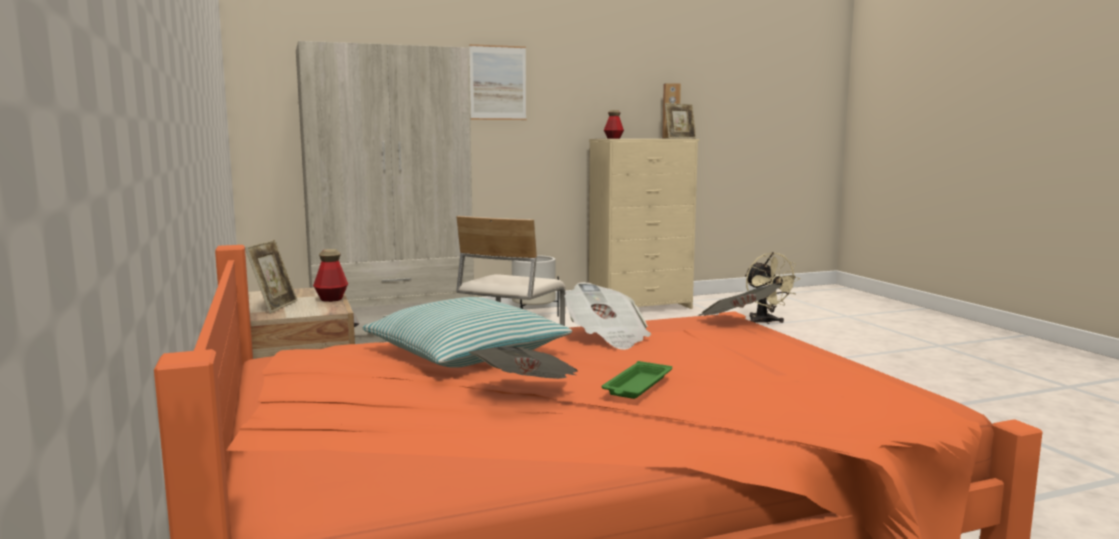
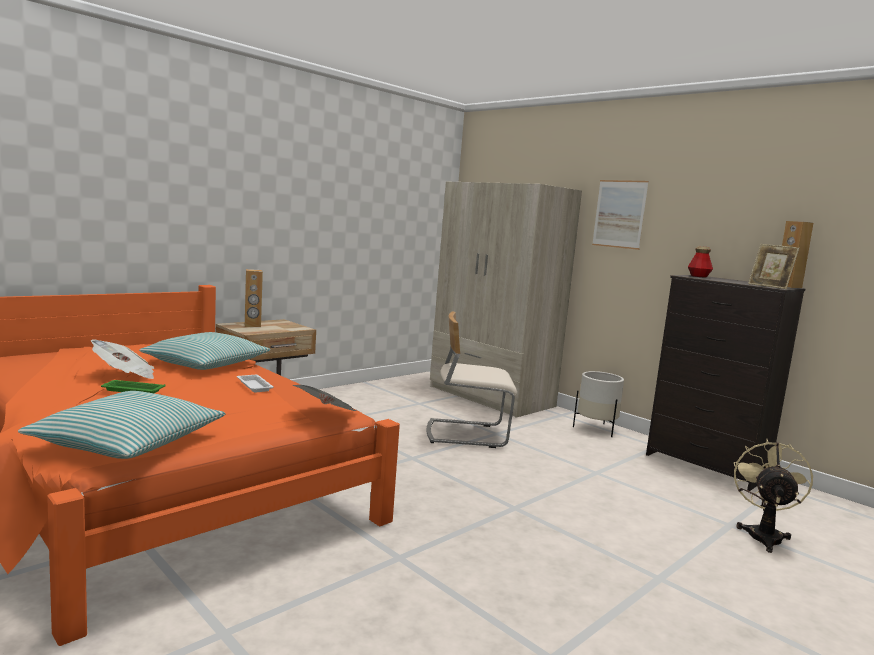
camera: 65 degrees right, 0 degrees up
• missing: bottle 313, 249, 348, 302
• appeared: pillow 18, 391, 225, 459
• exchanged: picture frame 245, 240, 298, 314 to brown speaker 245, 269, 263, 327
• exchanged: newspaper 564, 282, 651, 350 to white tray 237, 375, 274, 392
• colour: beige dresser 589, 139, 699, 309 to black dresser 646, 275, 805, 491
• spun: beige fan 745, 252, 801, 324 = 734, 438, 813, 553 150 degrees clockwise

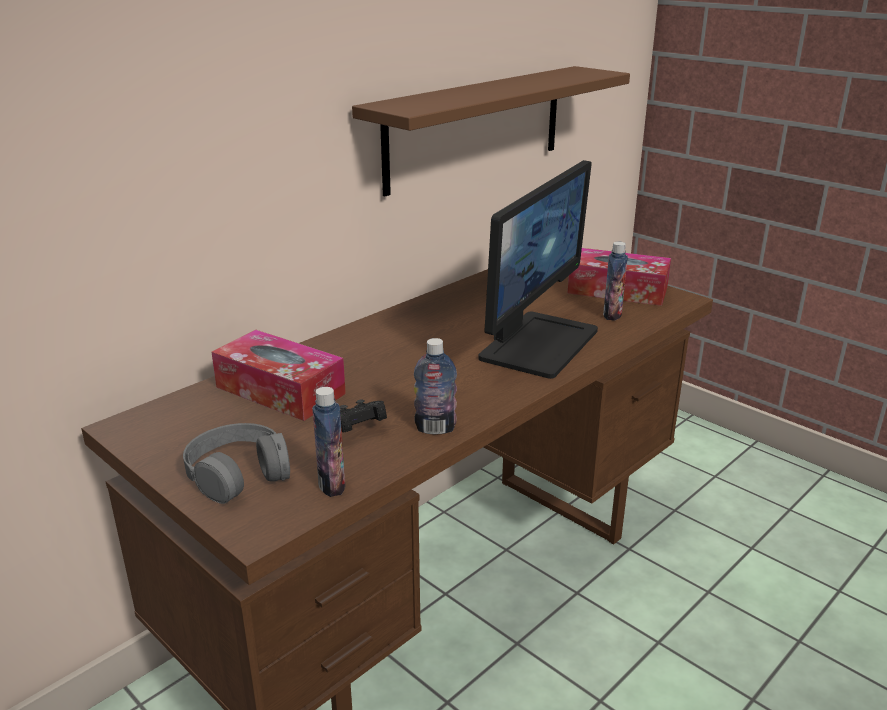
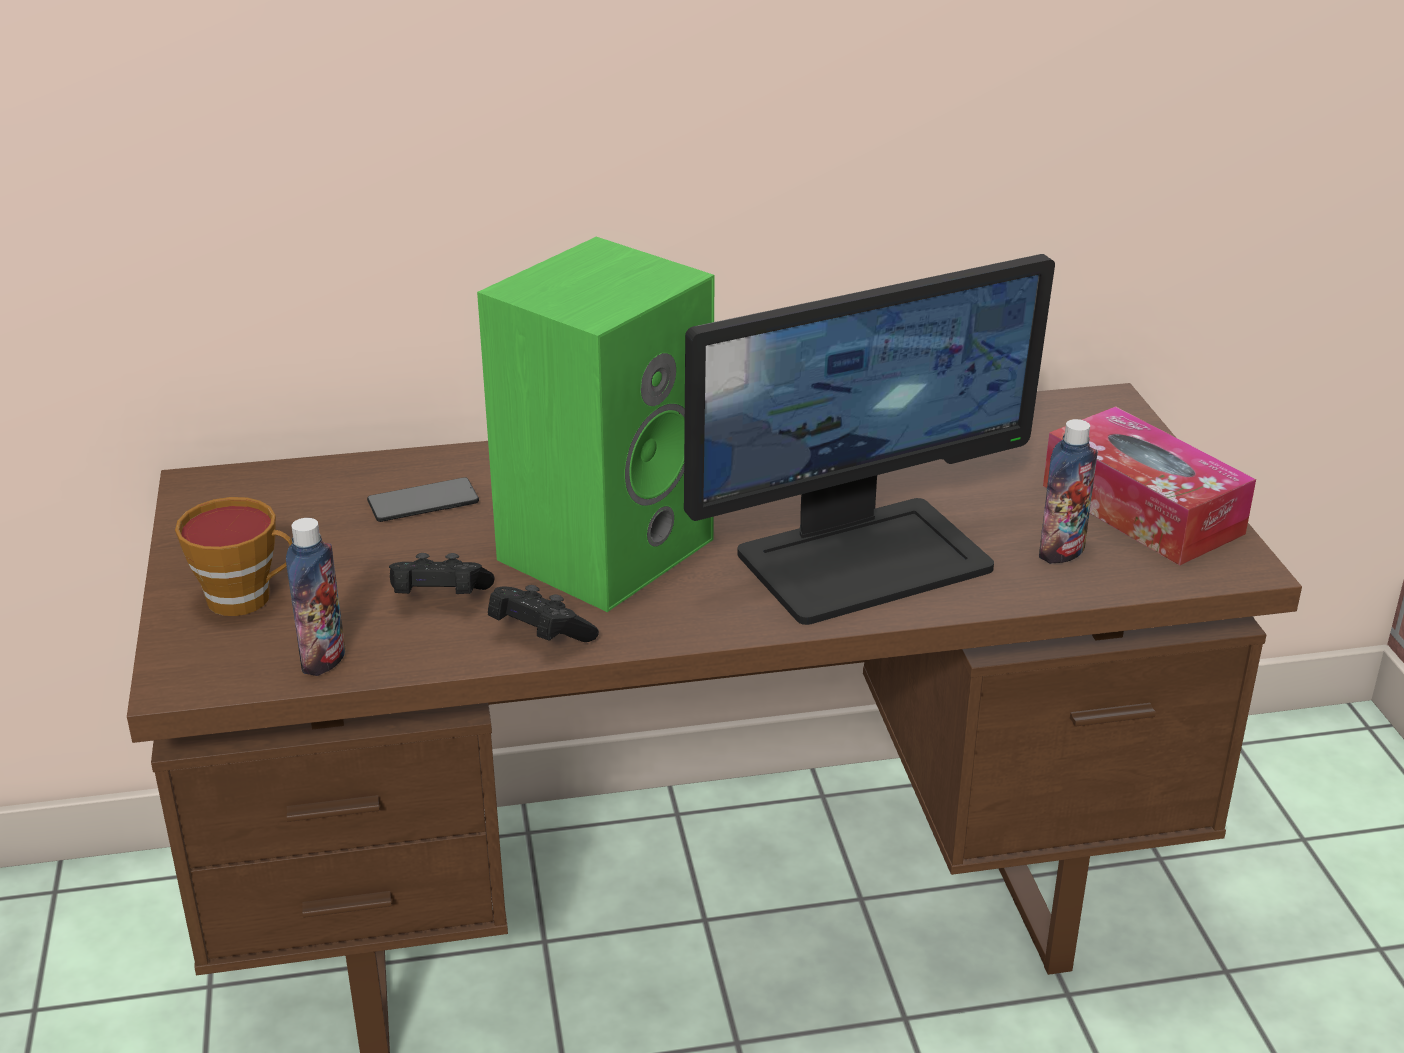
camera: 35 degrees right, 5 degrees up
• missing: brown shelf 352, 66, 630, 196
• appeared: green speaker 477, 237, 714, 612
• exchanged: grey headphones 183, 423, 290, 504 to cup 175, 497, 292, 616
• exchanged: tissue box 212, 330, 346, 421 to phone 367, 477, 479, 522
• exchanged: bottle 414, 338, 457, 435 to black game controller 488, 585, 599, 642

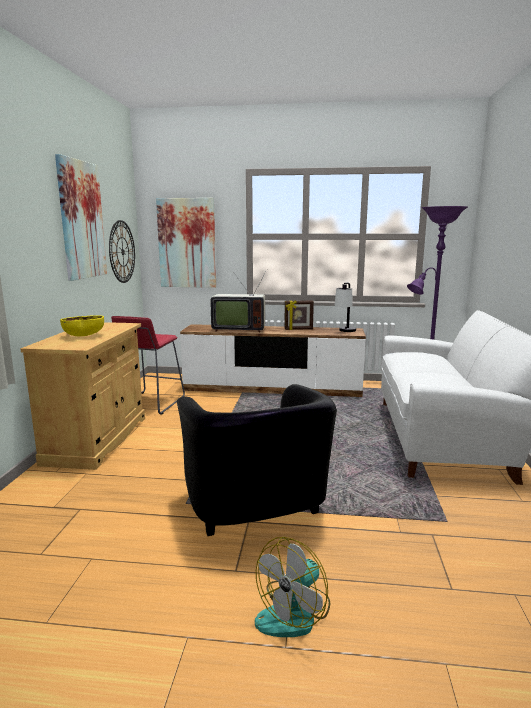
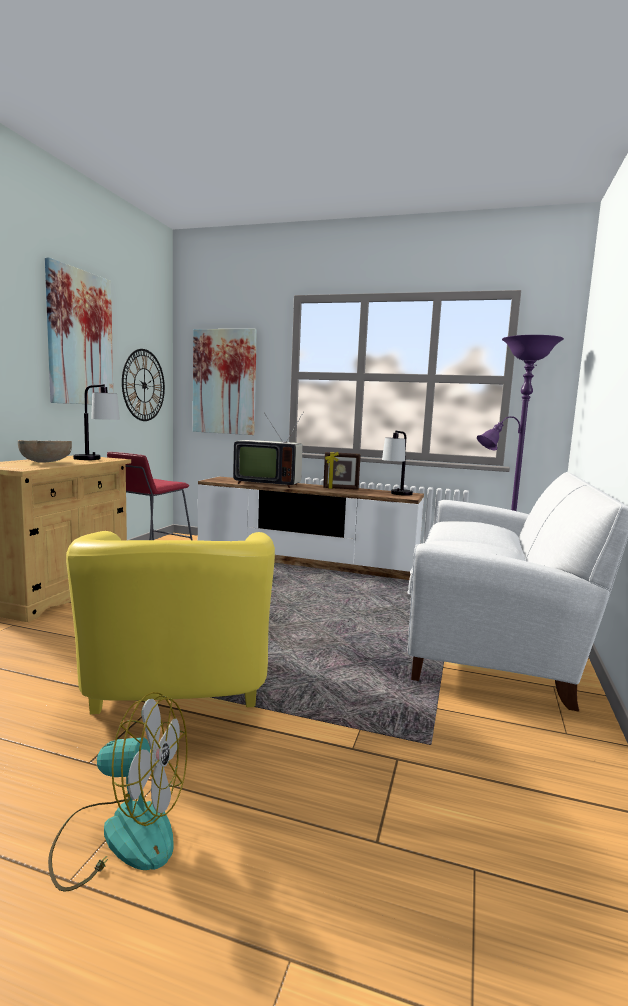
camera: 10 degrees right, 5 degrees down
• appeared: table lamp 73, 384, 120, 460
• colour: yellow bowl 60, 315, 104, 336 to brown bowl 18, 440, 72, 463
• colour: black armchair 177, 384, 337, 536 to yellow armchair 66, 531, 275, 714
• spun: fan 255, 537, 330, 637 = 48, 692, 188, 892 135 degrees counterclockwise

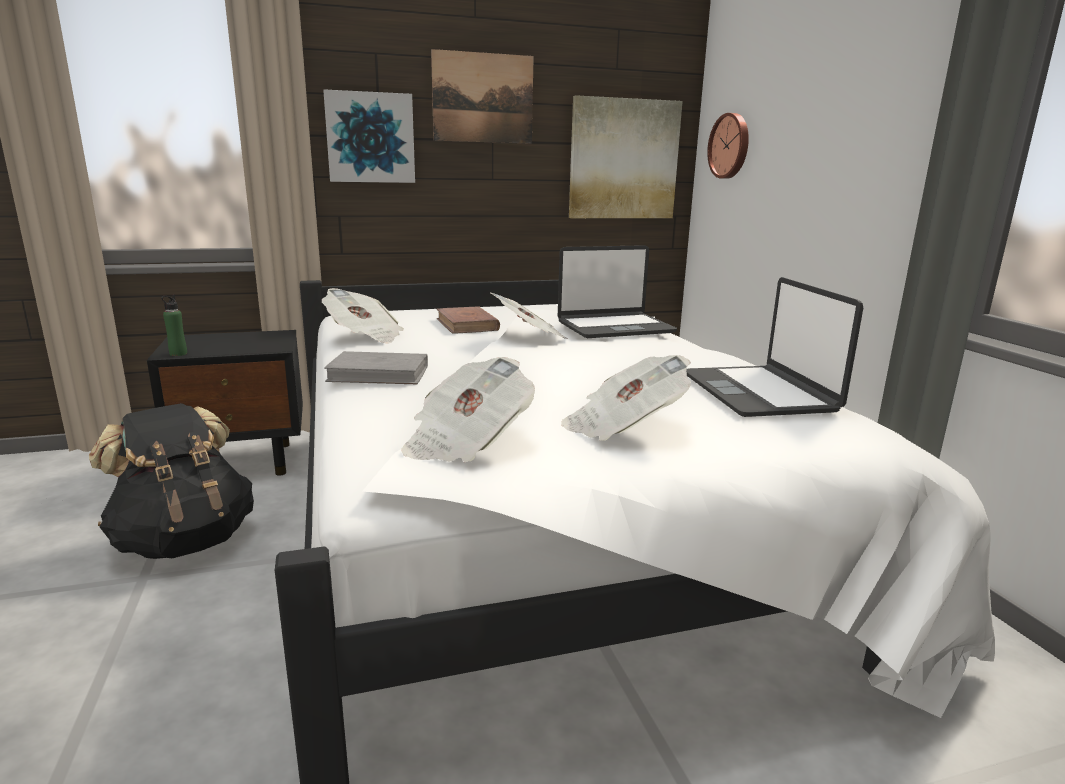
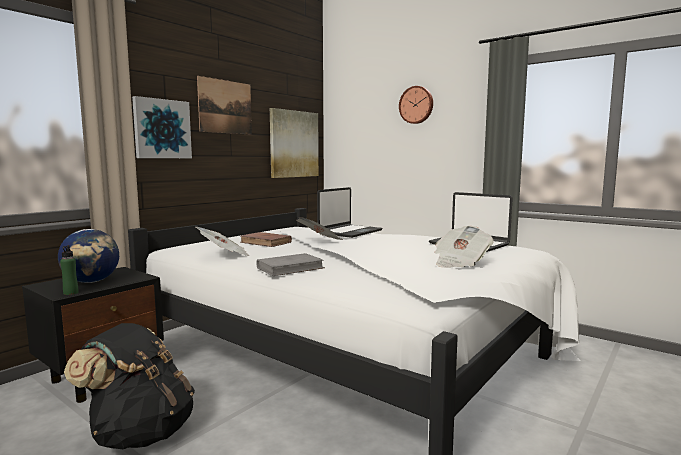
camera: 35 degrees left, 10 degrees down
• missing: newspaper 401, 357, 535, 462
• appeared: globe 58, 229, 119, 283
• relocated: wall clock 707, 113, 749, 179 to 399, 86, 433, 124

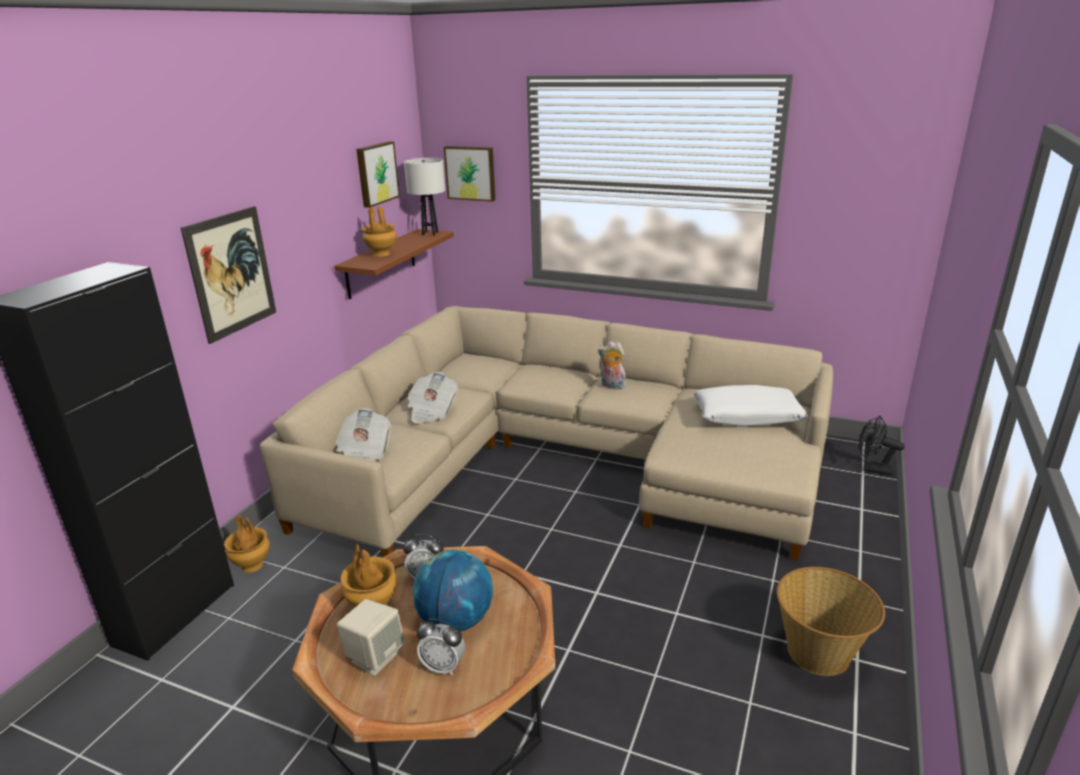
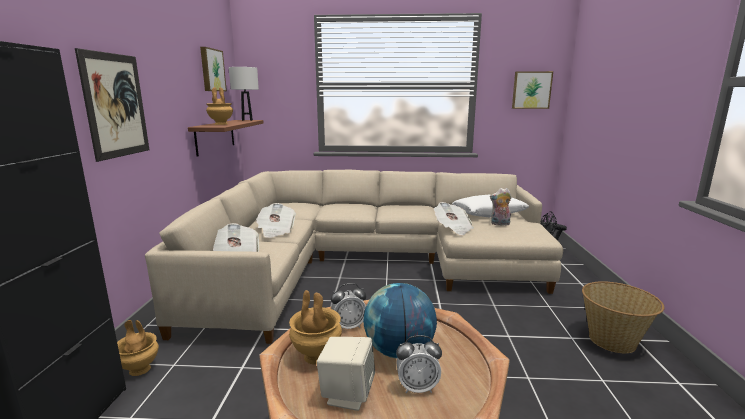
camera: 20 degrees left, 10 degrees down
• appeared: newspaper 434, 202, 474, 235
• relocated: picture 444, 146, 495, 202 to 512, 71, 553, 109
• relocated: plush toy 598, 342, 626, 390 to 490, 188, 511, 226

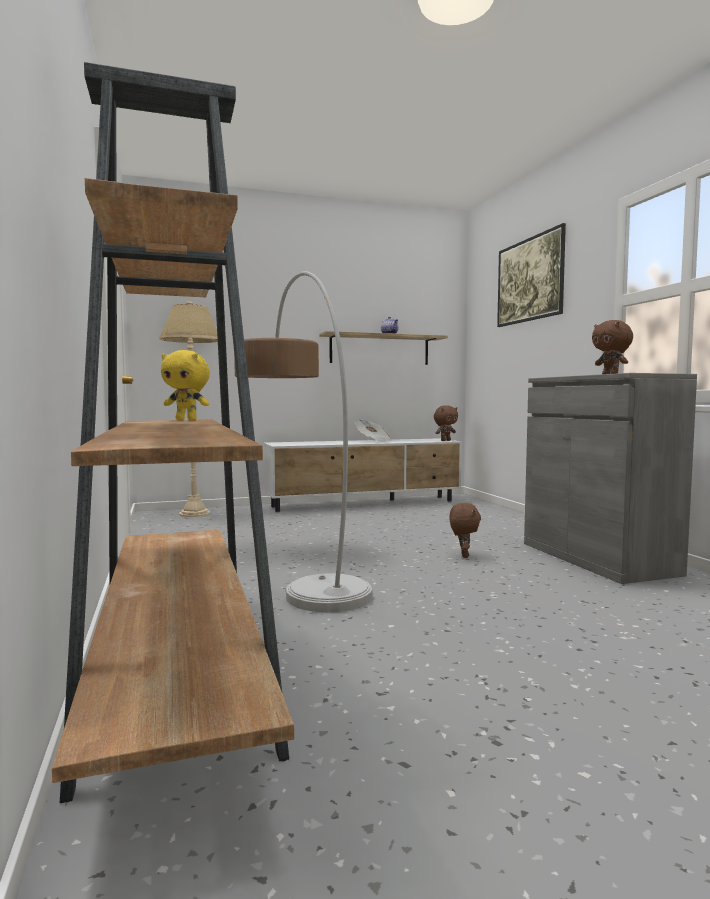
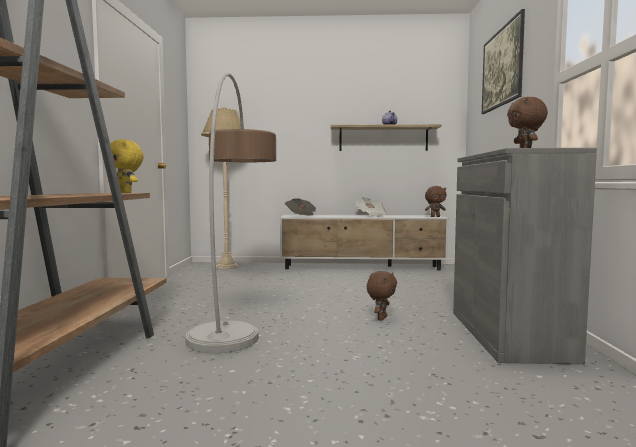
camera: 20 degrees right, 0 degrees up
• appeared: newspaper 285, 198, 316, 216

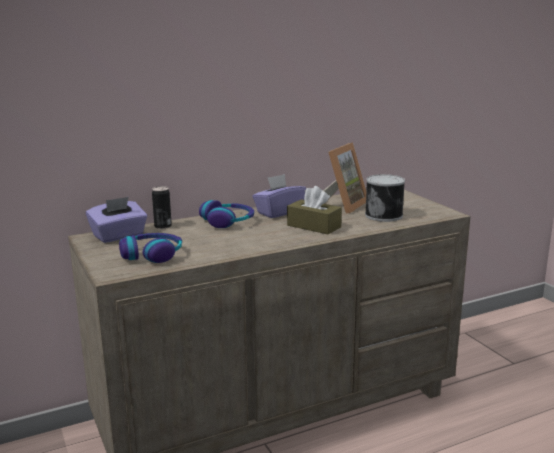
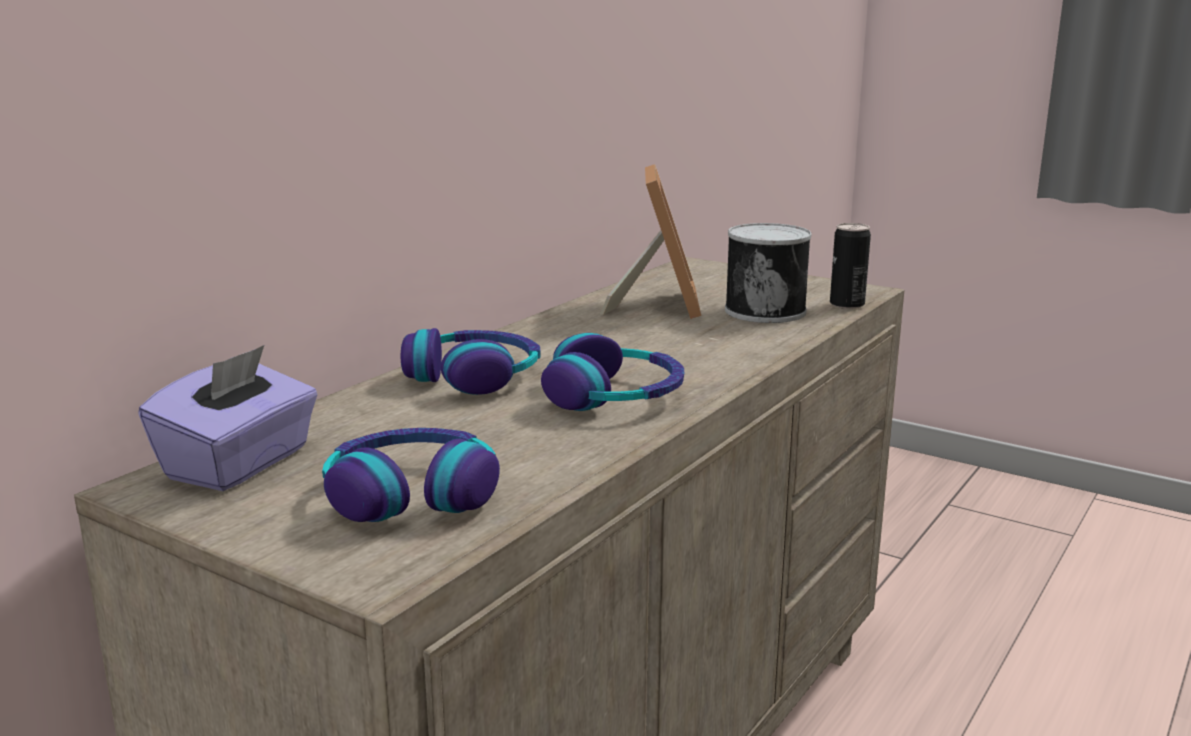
camera: 30 degrees left, 0 degrees up
• missing: purple tissue box 252, 174, 306, 218
• missing: brown tissue box 287, 186, 342, 234
• appeared: headphones 541, 333, 684, 411
• relocated: can 152, 186, 172, 229 to 830, 223, 871, 309

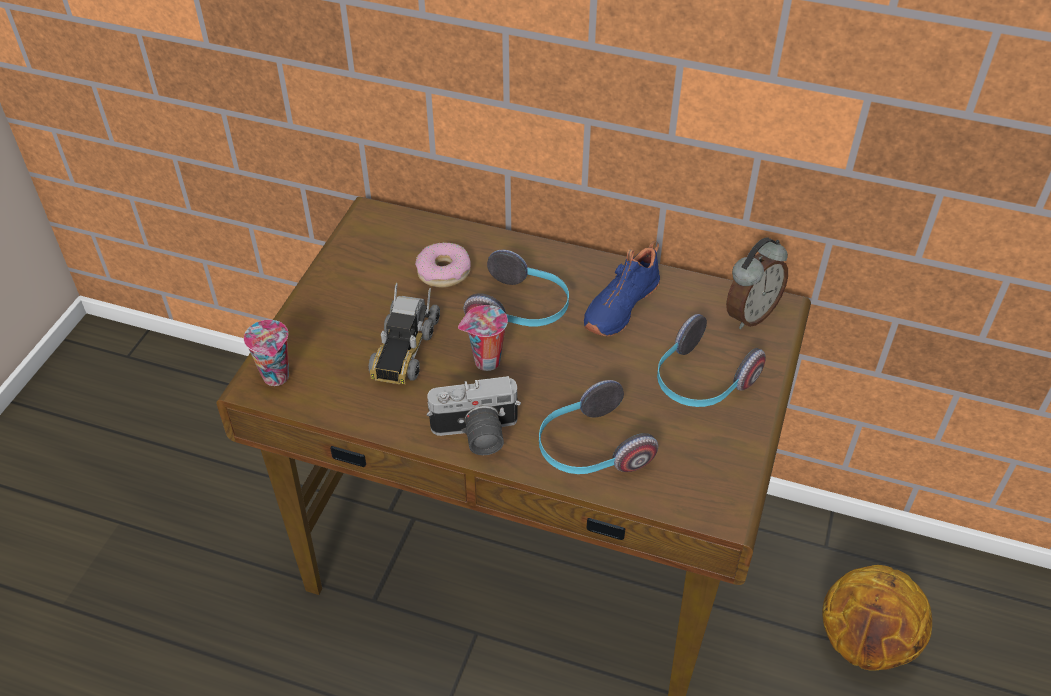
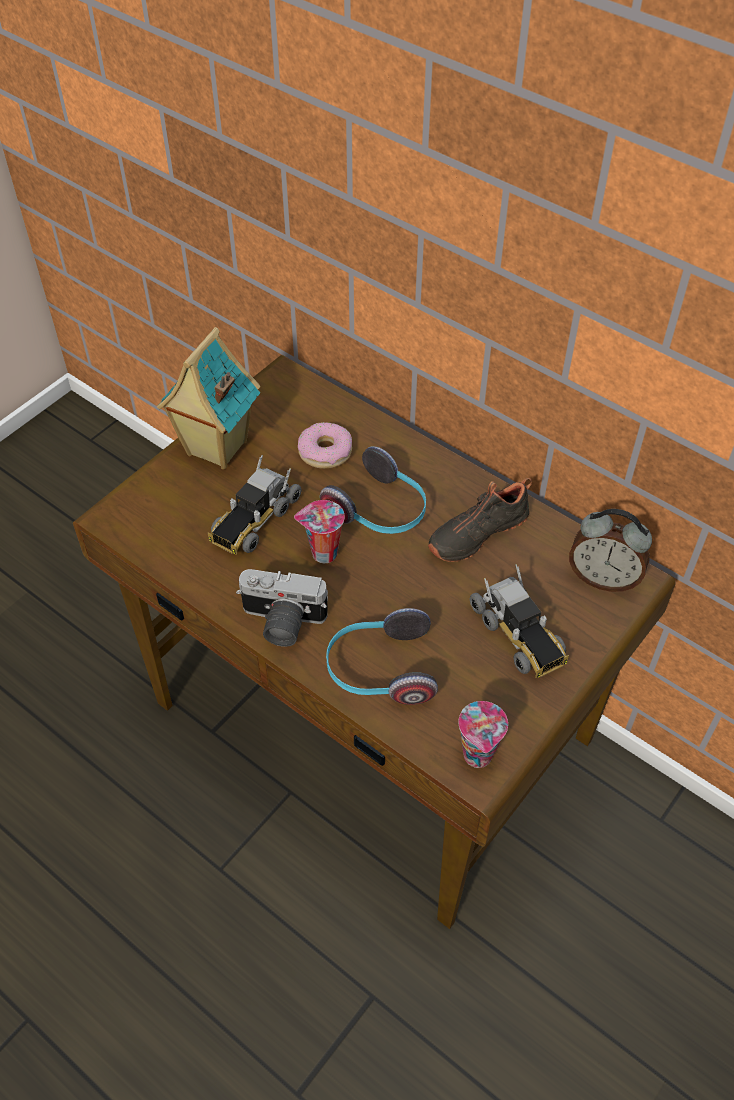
camera: 20 degrees right, 5 degrees up
• missing: basketball 823, 565, 932, 671
• appeared: toy house 157, 327, 260, 469
• relocated: cup 244, 320, 289, 386 to 459, 701, 508, 768
• exchanged: headphones 657, 314, 766, 407 to toy truck 470, 564, 569, 678
• colour: blue shoe 584, 241, 660, 336 to black shoe 428, 478, 532, 562
• spun: alarm clock 726, 238, 788, 329 = 569, 509, 652, 592 45 degrees clockwise

